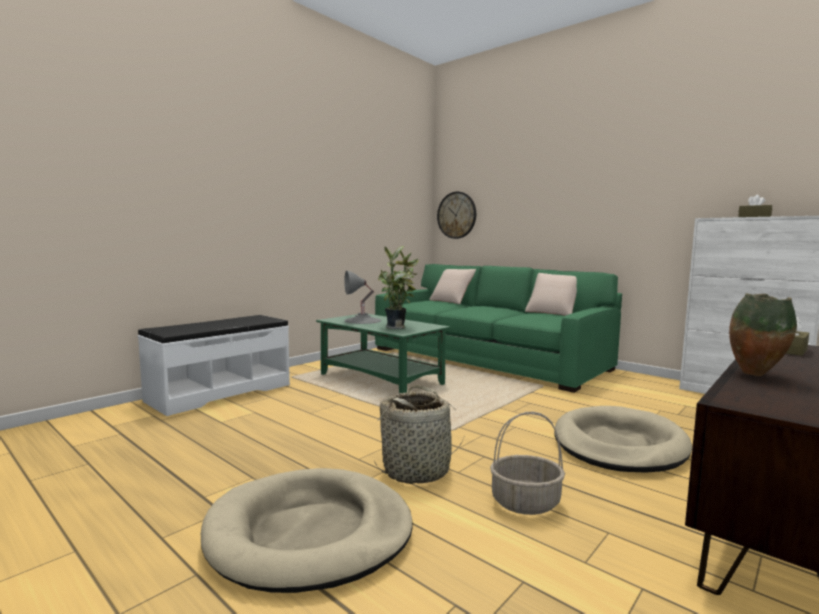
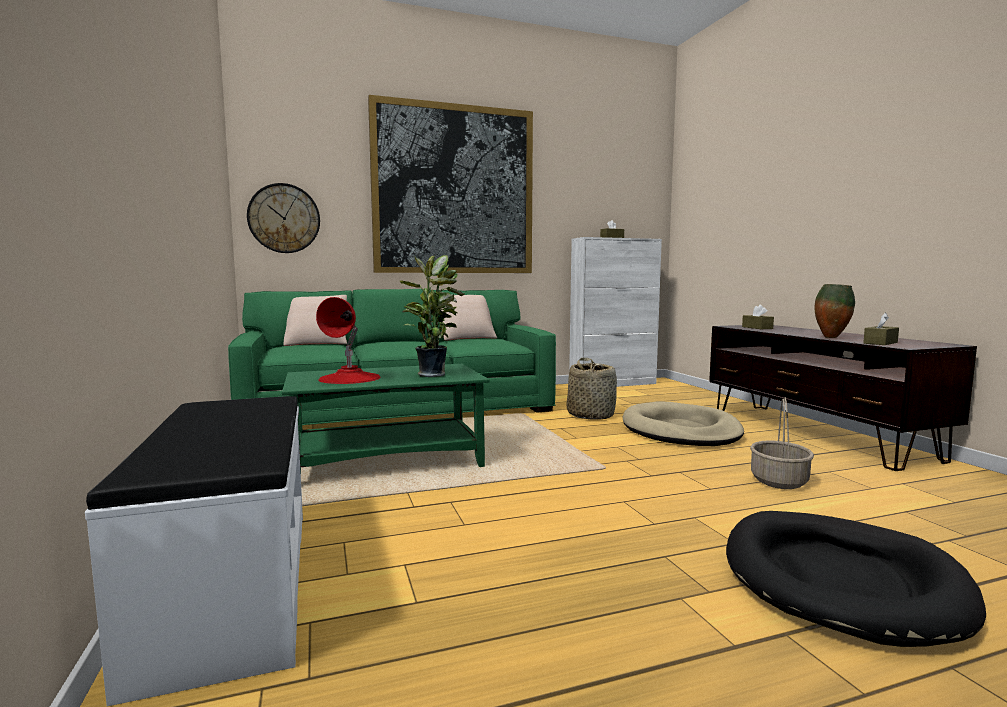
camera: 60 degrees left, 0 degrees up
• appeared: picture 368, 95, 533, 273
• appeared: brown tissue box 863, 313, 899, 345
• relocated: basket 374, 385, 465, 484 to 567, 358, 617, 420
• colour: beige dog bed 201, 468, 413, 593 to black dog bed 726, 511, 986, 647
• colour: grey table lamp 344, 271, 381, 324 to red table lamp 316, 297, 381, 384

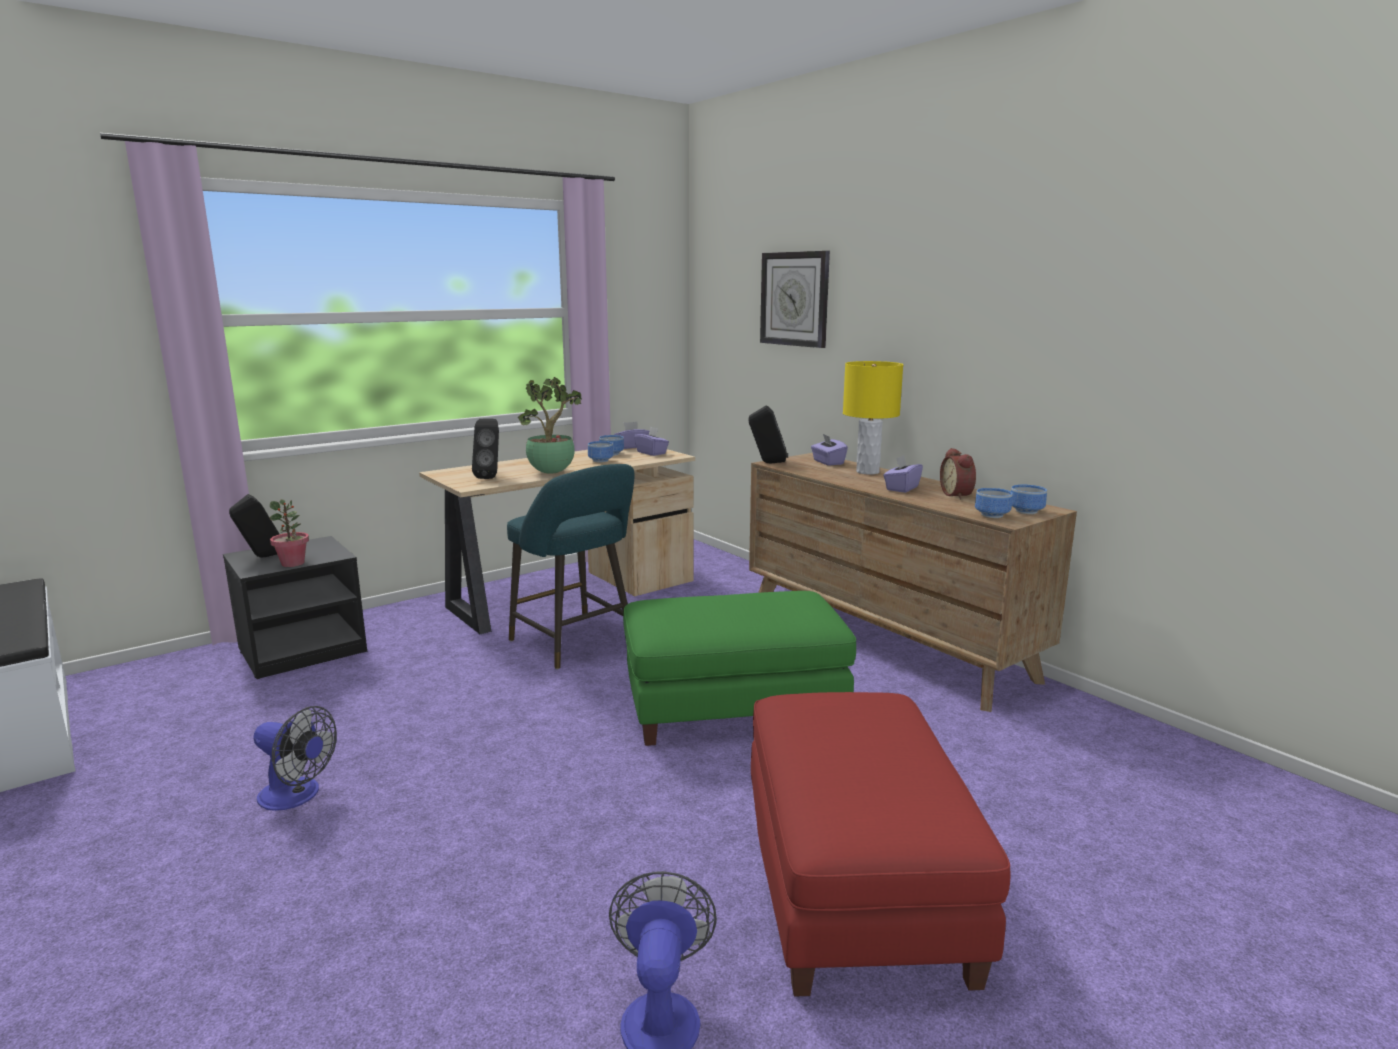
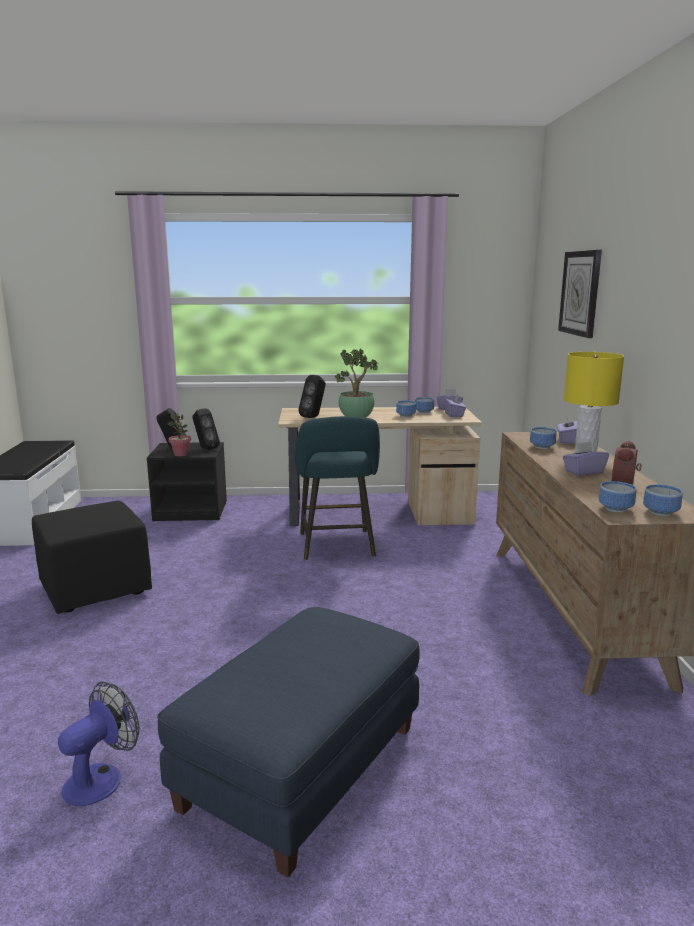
camera: 35 degrees right, 0 degrees up
• missing: green ottoman 623, 591, 856, 746
• appeared: bowl 530, 427, 557, 449
• relocated: black speaker 748, 405, 788, 463 to 192, 408, 220, 450
• exchanged: fan 253, 706, 337, 811 to black ottoman 32, 501, 152, 614
• colour: red ottoman 751, 692, 1010, 997 to blue ottoman 157, 607, 420, 877

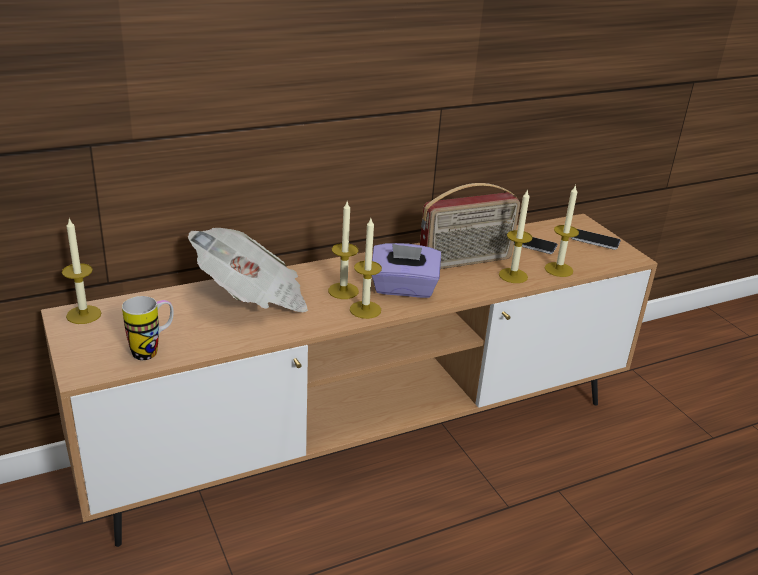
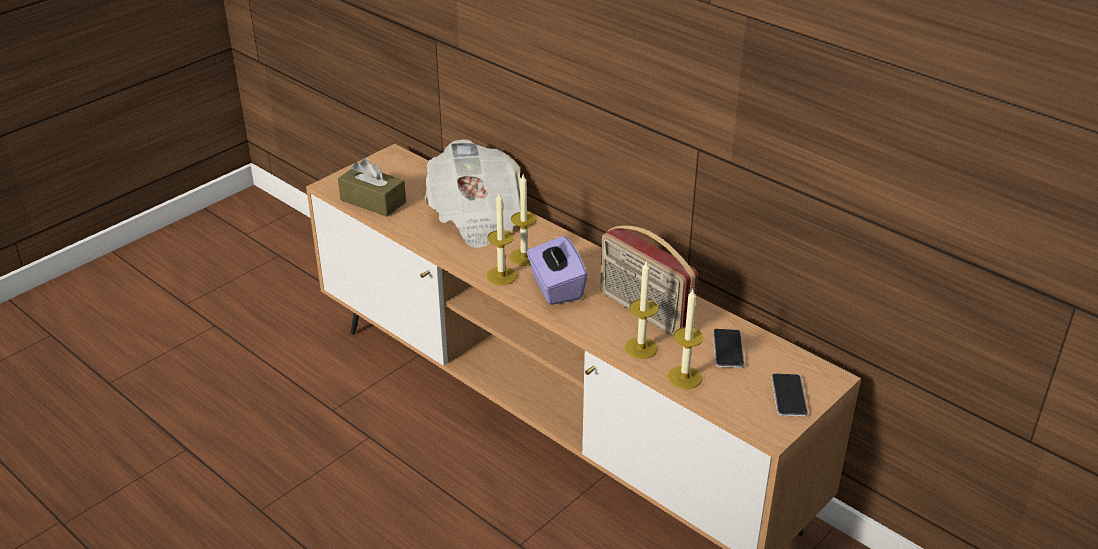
camera: 70 degrees right, 5 degrees up
• missing: candle 62, 218, 101, 324
• exchanged: mug 122, 296, 174, 360 to brown tissue box 338, 158, 406, 217

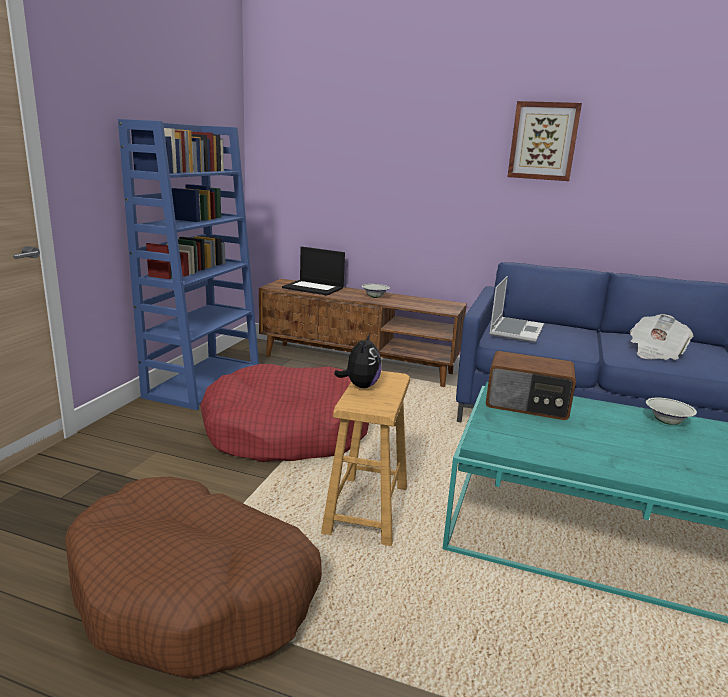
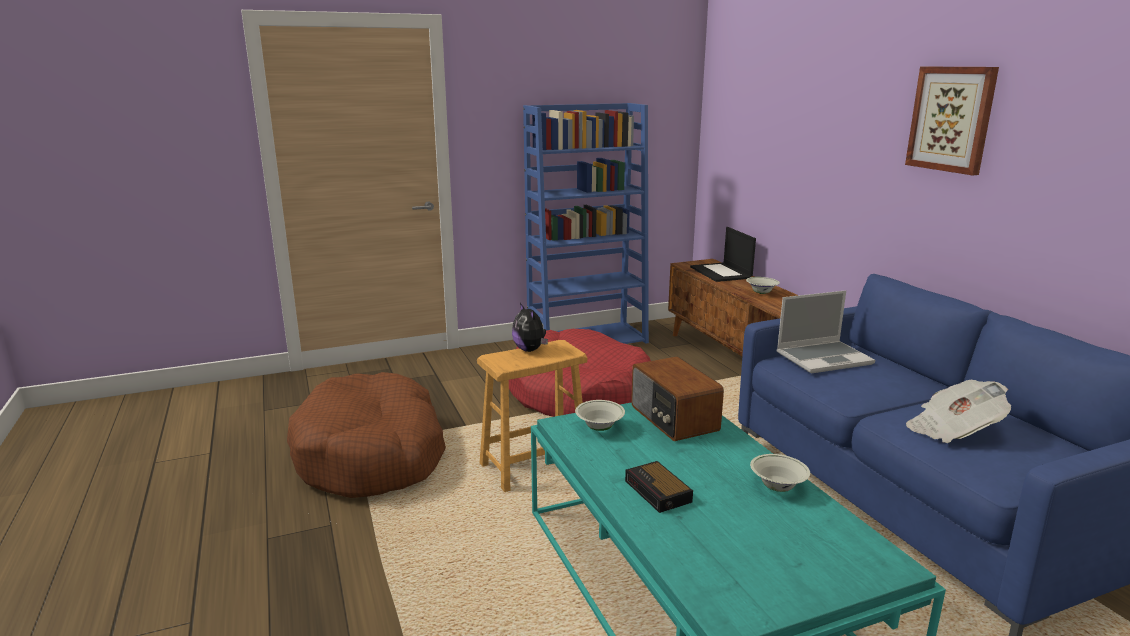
camera: 50 degrees right, 0 degrees up
• appeared: white bowl 575, 400, 625, 431
• appeared: alarm clock 625, 461, 693, 513
• spun: plush toy 334, 334, 381, 388 = 512, 303, 548, 352 90 degrees clockwise

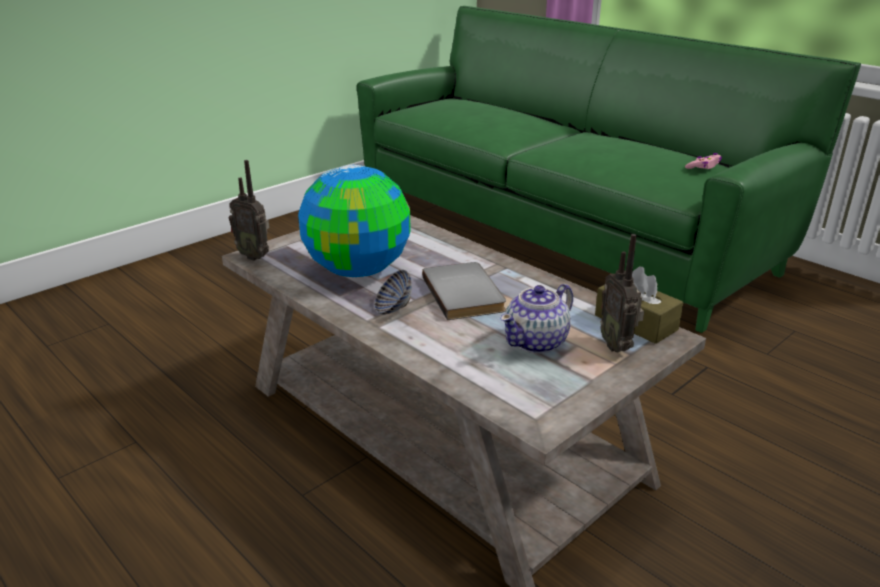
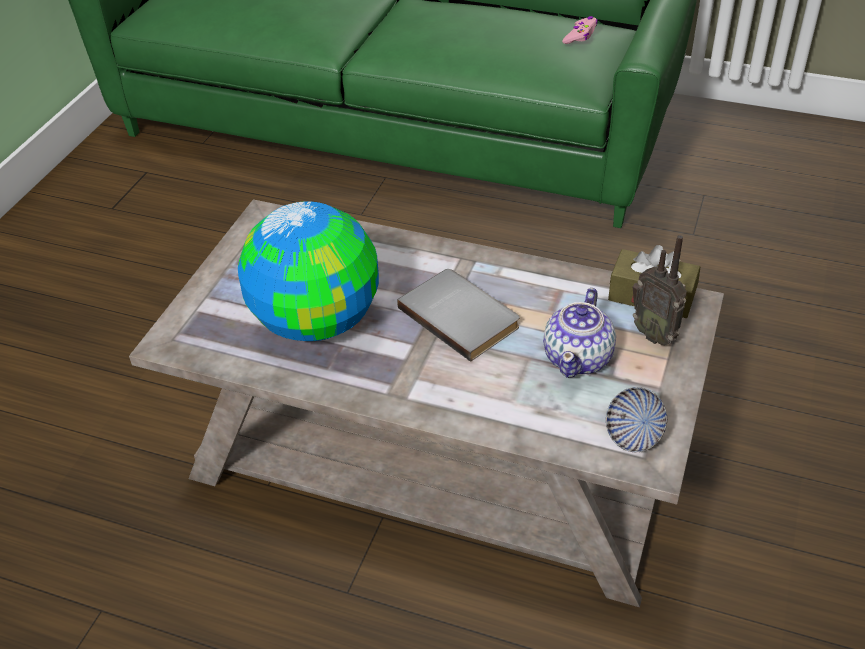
camera: 25 degrees left, 15 degrees up
• missing: radio 229, 160, 269, 261
• relocated: bowl 374, 270, 412, 315 to 606, 387, 667, 452

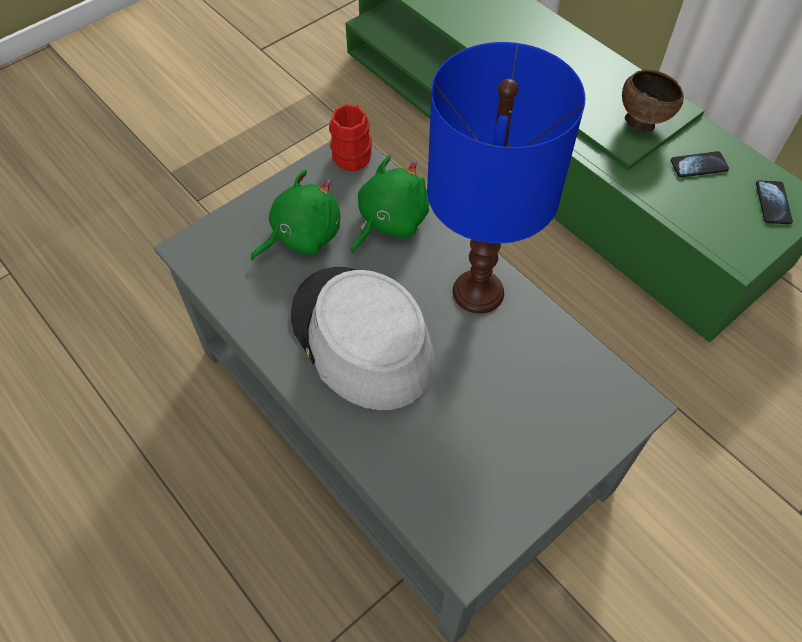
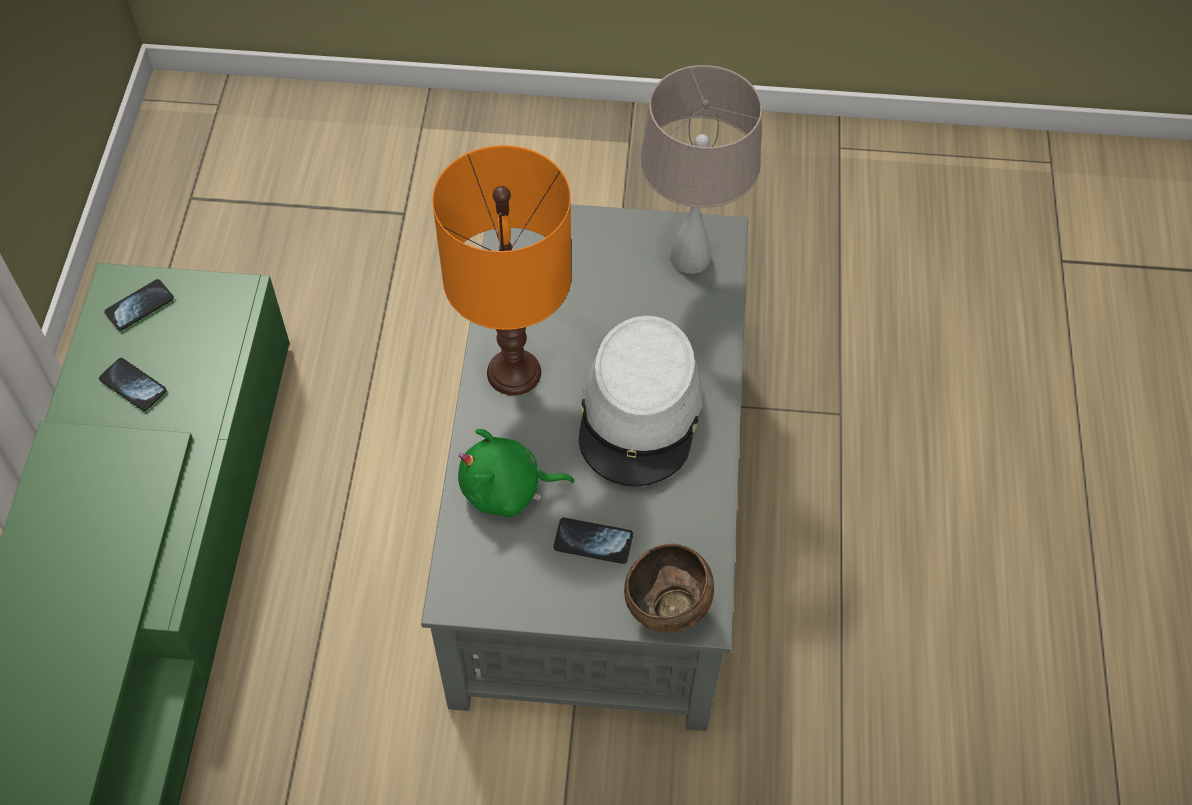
camera: 135 degrees left, 0 degrees up
• missing: red mug 329, 104, 372, 172
• appeared: beige table lamp 640, 65, 762, 274
• relocated: brown bowl 622, 70, 684, 133 to 624, 544, 714, 633
• exchanged: green plush toy 251, 170, 341, 260 to phone 553, 518, 633, 564
• colour: blue table lamp 427, 42, 585, 314 to orange table lamp 432, 145, 572, 395

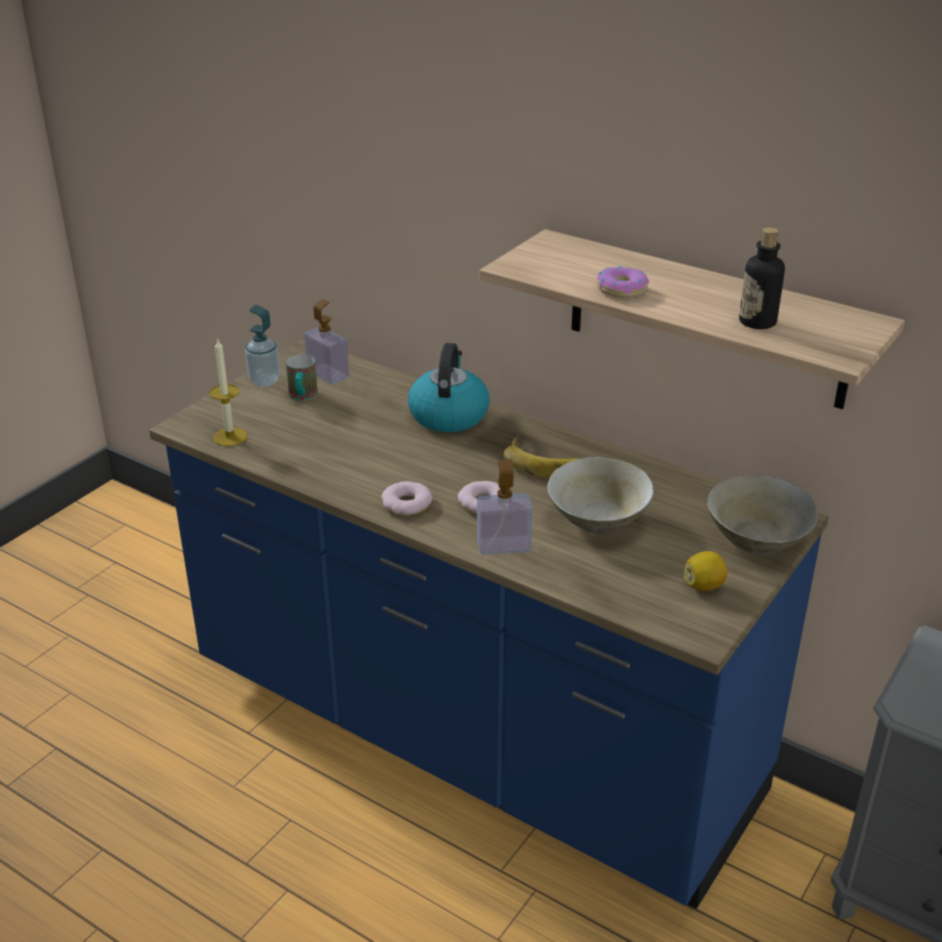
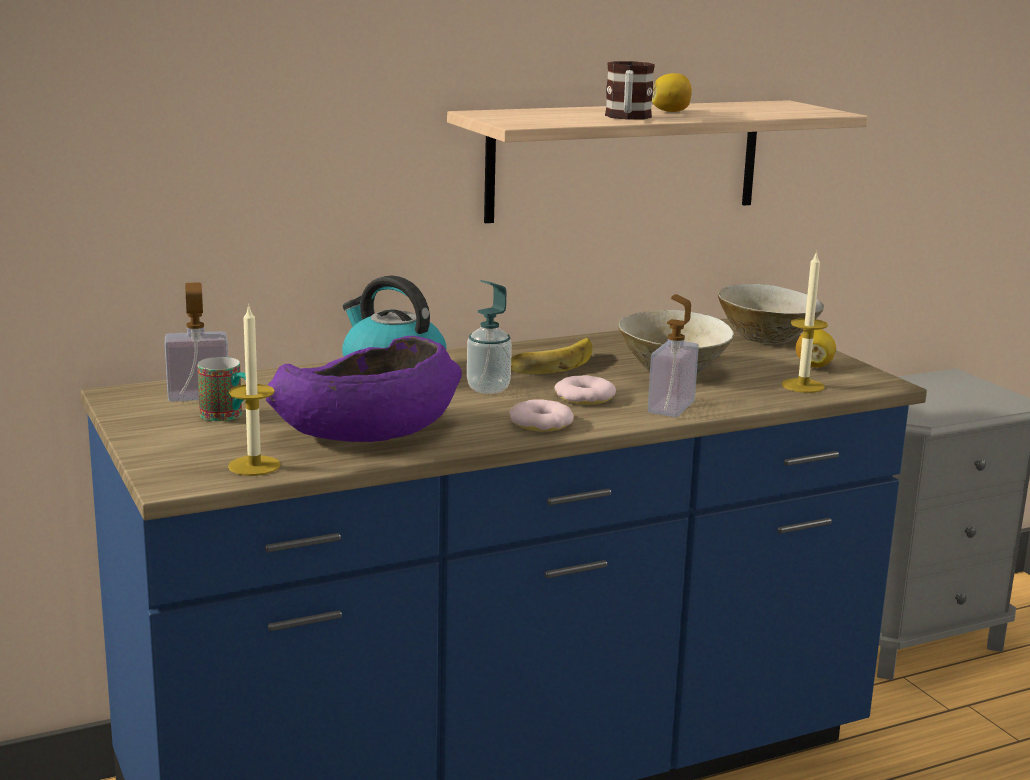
camera: 60 degrees left, 15 degrees down
• missing: bottle 739, 227, 785, 329
• appeared: purple bowl 266, 336, 462, 442
• appeared: lemon 652, 73, 692, 112
• appeared: candle 782, 251, 828, 393
• relocated: soap dispenser 245, 305, 280, 387 to 467, 280, 512, 394
• exchanged: donut 597, 266, 649, 298 to mug 605, 61, 655, 120

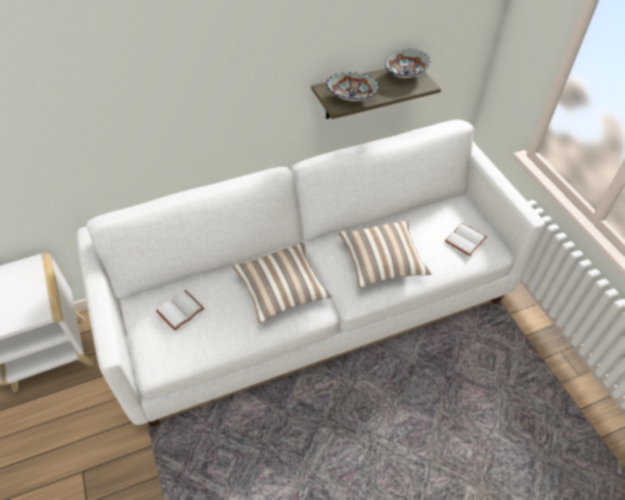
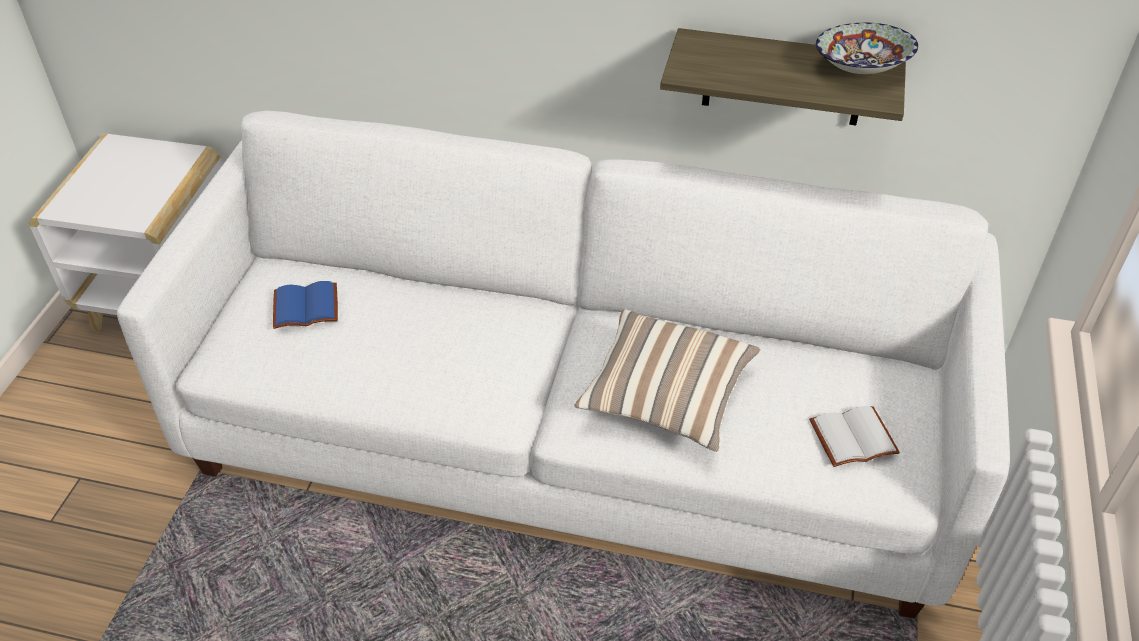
camera: 35 degrees right, 5 degrees down
• missing: pillow 233, 243, 333, 324
• missing: bowl 326, 72, 379, 101
• colour: white book 156, 290, 204, 330 to blue book 273, 281, 338, 329

